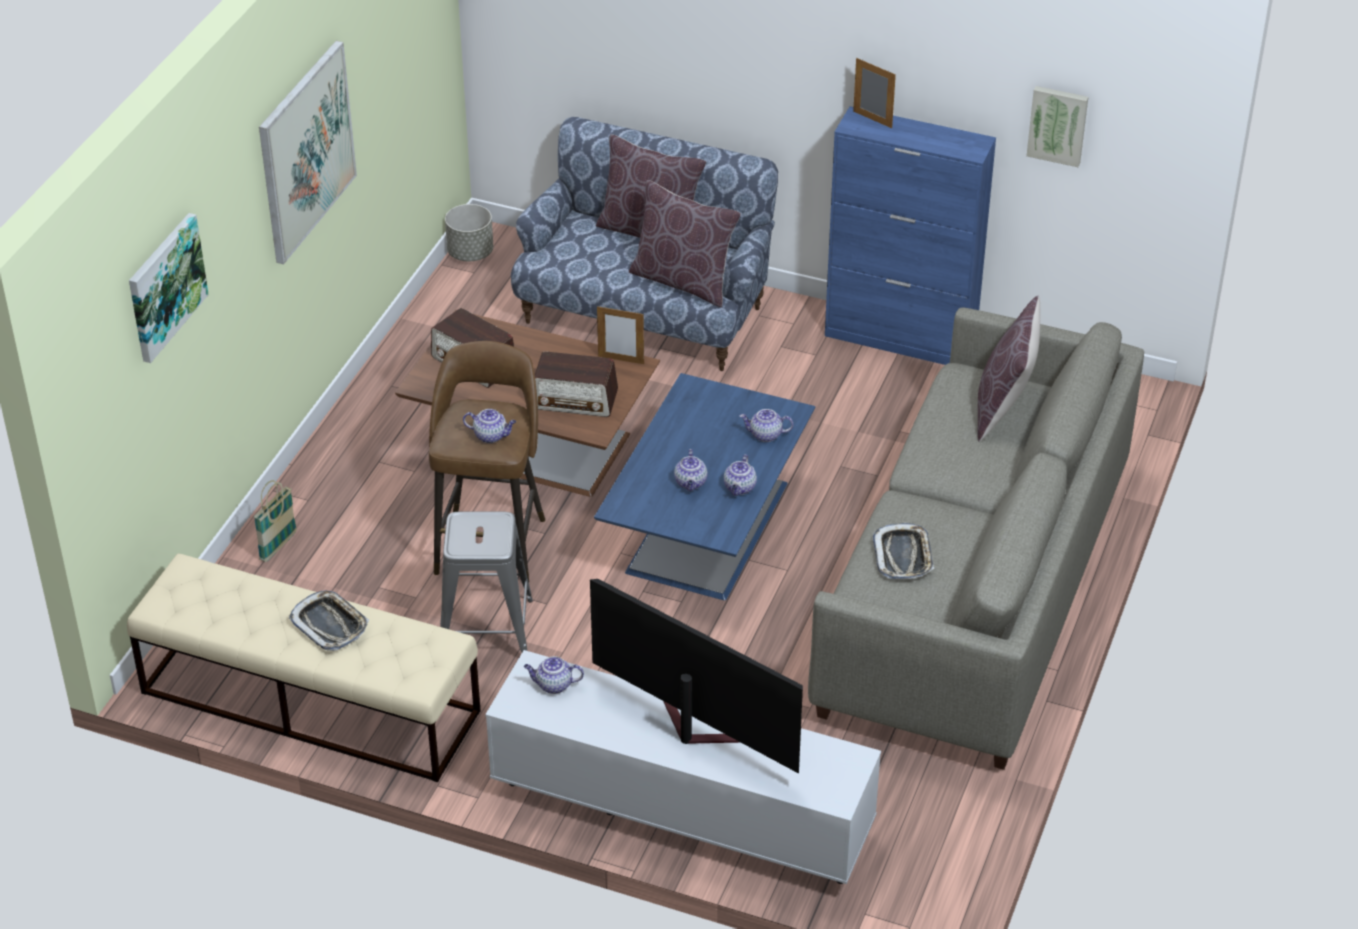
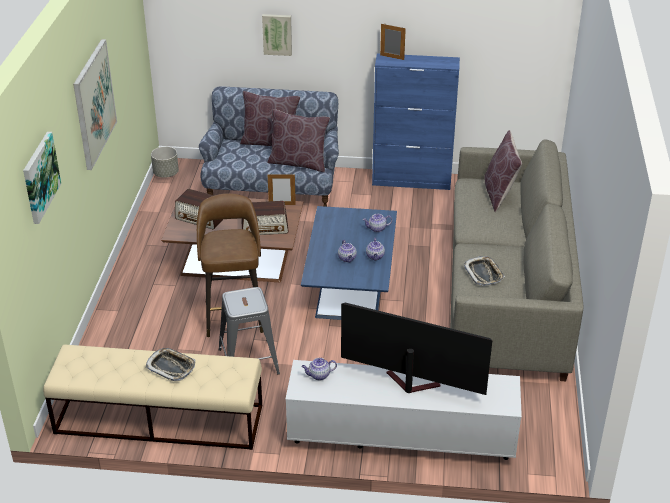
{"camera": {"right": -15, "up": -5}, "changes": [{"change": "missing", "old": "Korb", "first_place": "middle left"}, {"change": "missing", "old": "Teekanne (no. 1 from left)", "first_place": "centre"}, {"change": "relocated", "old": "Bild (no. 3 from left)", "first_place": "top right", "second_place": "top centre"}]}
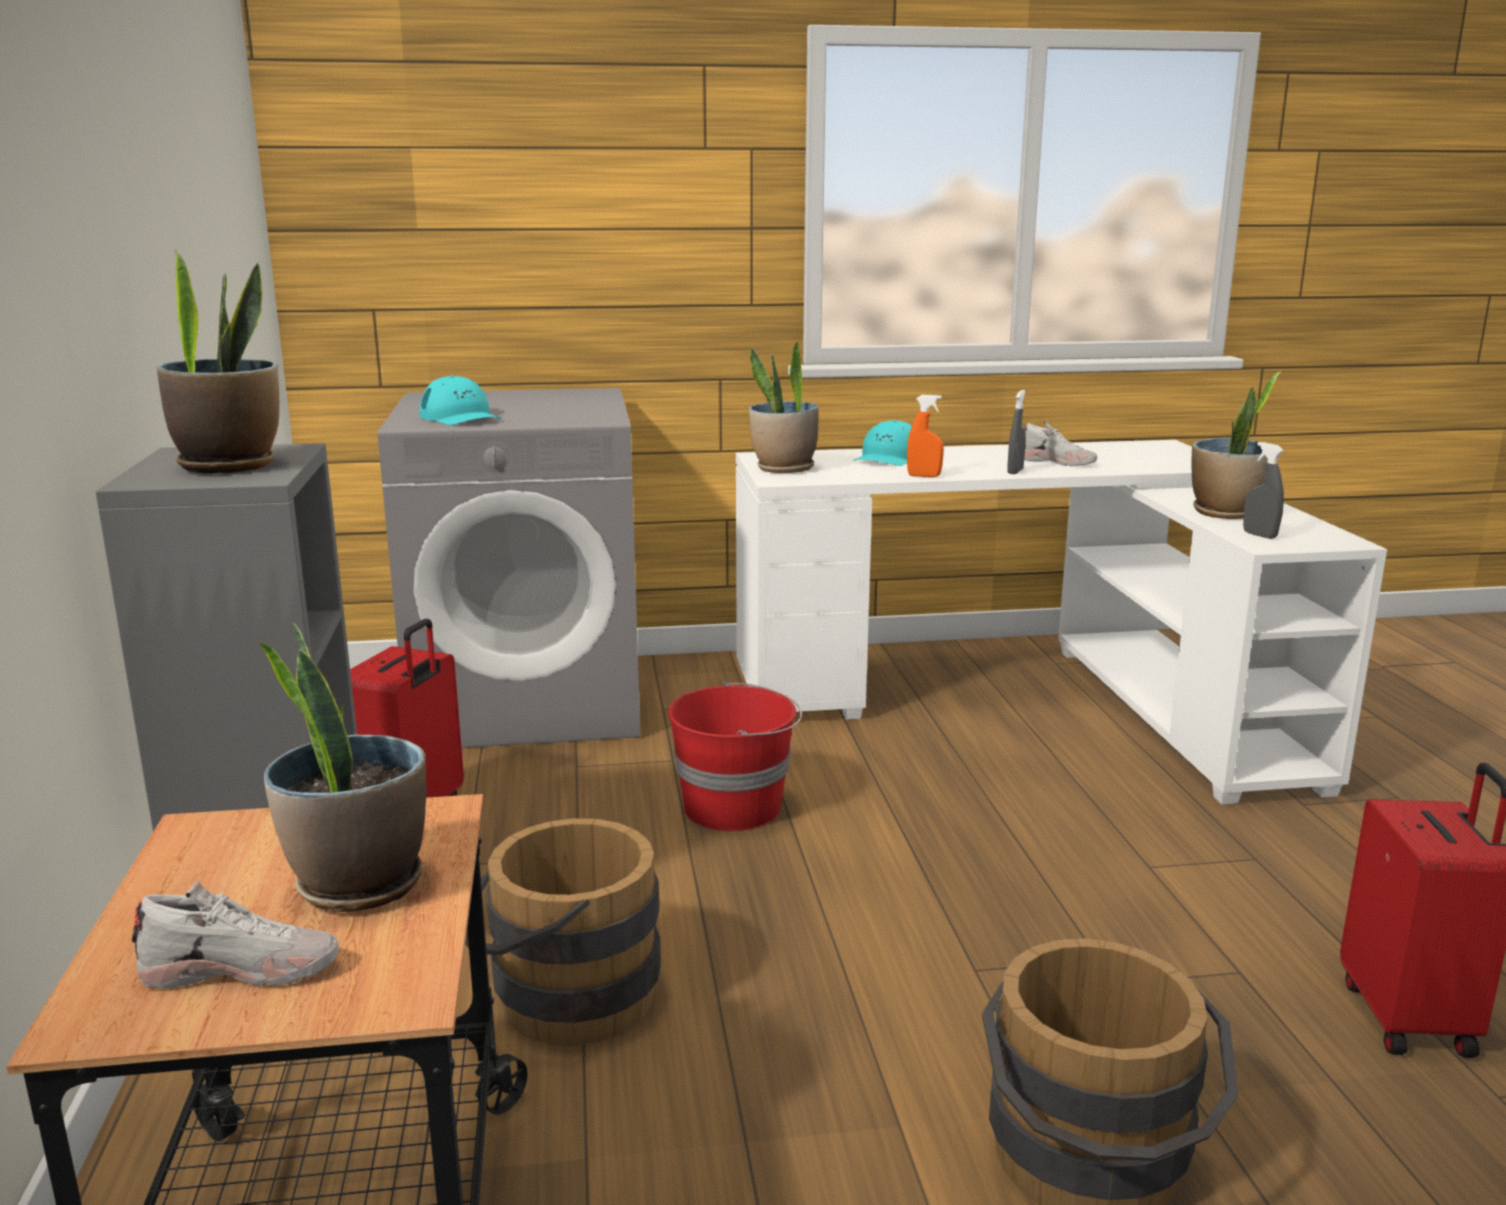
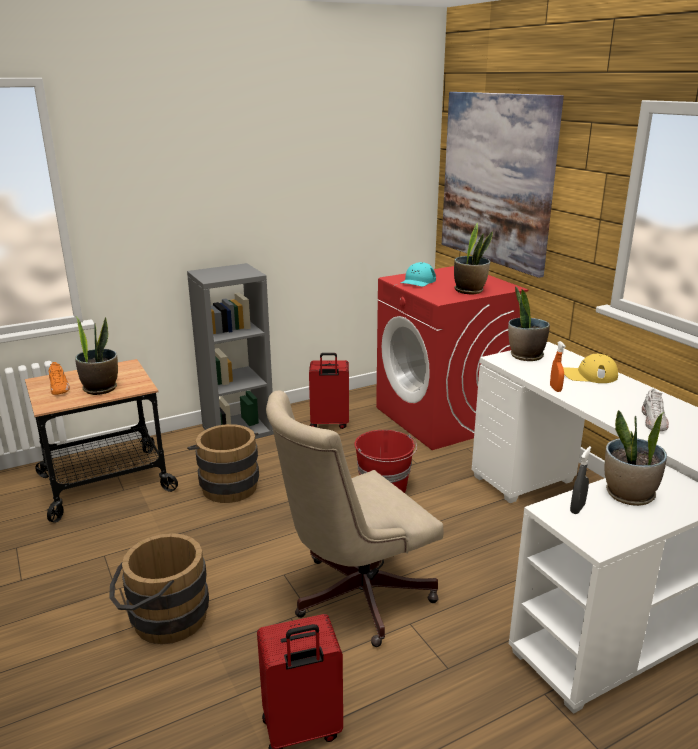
{"camera": {"right": 70, "up": 5}, "changes": [{"change": "colour", "old": "Schuh [weiß] (no. 1 from left)", "new": "Schuh [orange]", "first_place": "bottom left", "second_place": "middle left"}, {"change": "relocated", "old": "Topfpflanze (no. 1 from left in the first image)", "new": "Topfpflanze (no. 2 from left)", "first_place": "top left", "second_place": "middle right"}, {"change": "colour", "old": "Waschmaschine [grau]", "new": "Waschmaschine [rot]", "first_place": "centre", "second_place": "centre"}, {"change": "colour", "old": "Kappe [türkis] (no. 2 from left)", "new": "Kappe [gelb]", "first_place": "centre", "second_place": "middle right"}, {"change": "missing", "old": "Sprühflasche [grau] (no. 1 from left)", "first_place": "middle right"}, {"change": "appeared", "new": "Bürostuhl [beige]", "second_place": "bottom centre"}, {"change": "appeared", "new": "Bild", "second_place": "top right"}]}
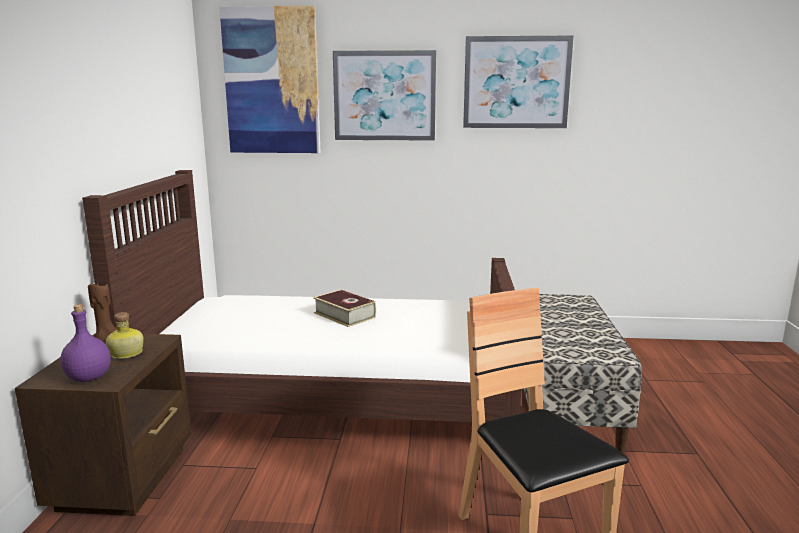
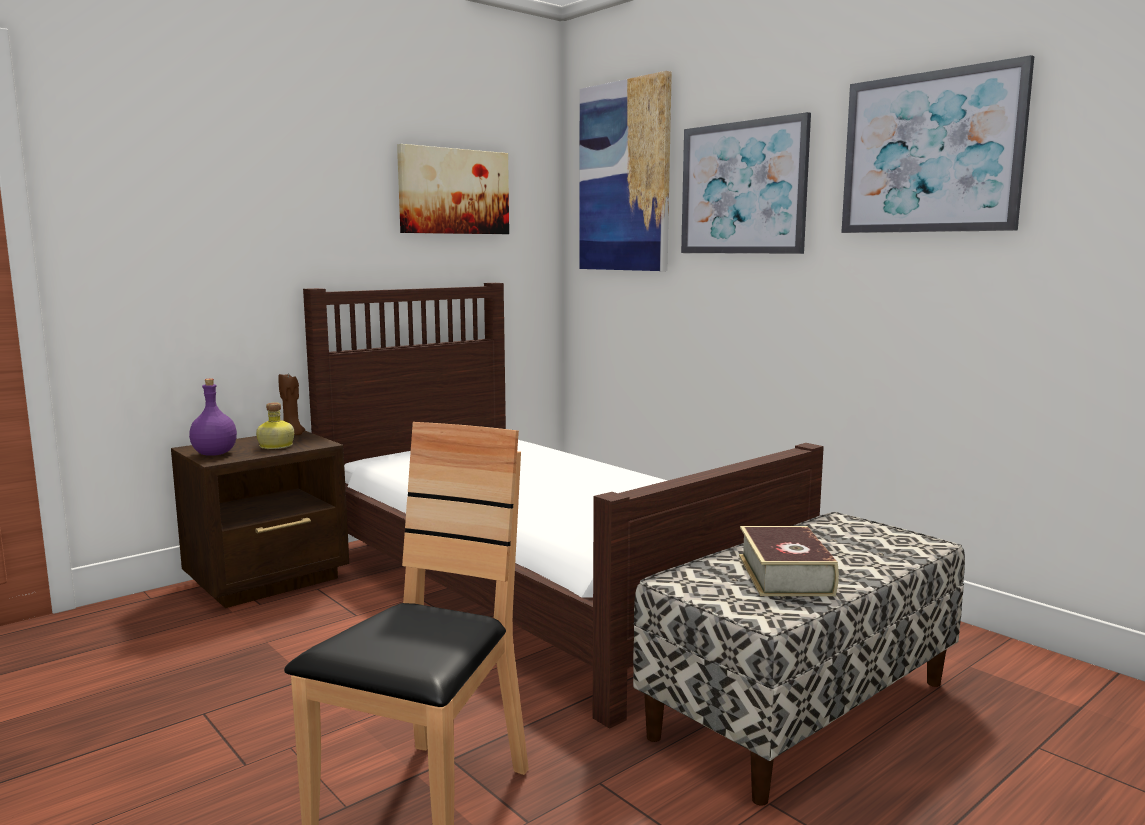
{"camera": {"right": 45, "up": -5}, "changes": [{"change": "relocated", "old": "Buch", "first_place": "centre", "second_place": "bottom right"}, {"change": "appeared", "new": "Bild (no. 1 from left)", "second_place": "top centre"}]}
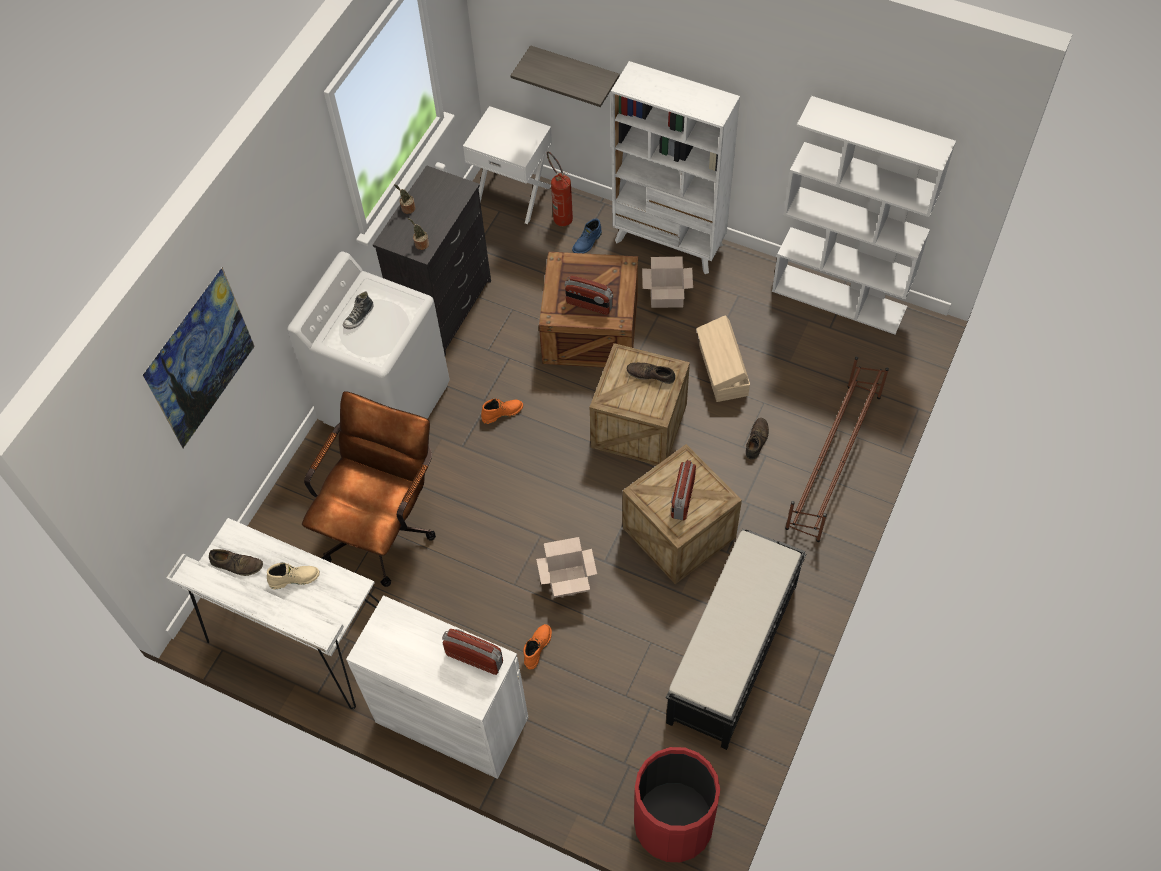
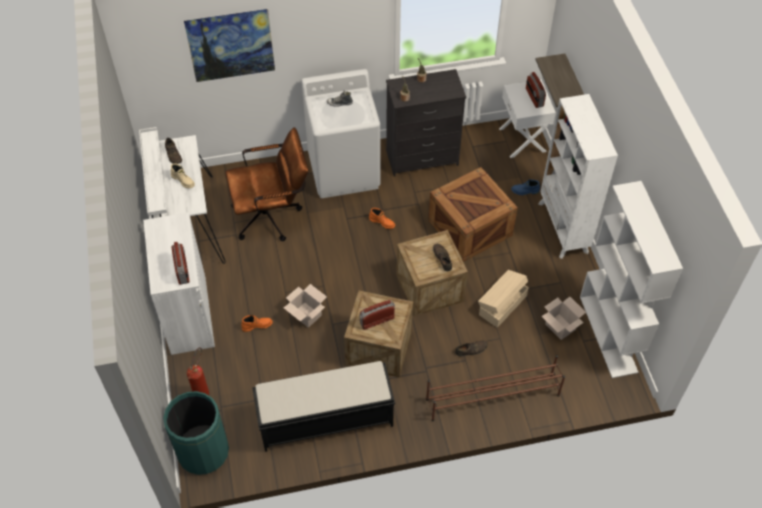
{"camera": {"right": 50, "up": -5}, "changes": [{"change": "relocated", "old": "Feuerlöscher", "first_place": "top centre", "second_place": "bottom left"}, {"change": "relocated", "old": "Radio (no. 2 from left in the first image)", "new": "Radio (no. 3 from left)", "first_place": "centre", "second_place": "top right"}, {"change": "colour", "old": "Mülleimer [rot]", "new": "Mülleimer [grün]", "first_place": "bottom centre", "second_place": "bottom left"}, {"change": "relocated", "old": "Karton (no. 2 from left)", "first_place": "top centre", "second_place": "middle right"}]}
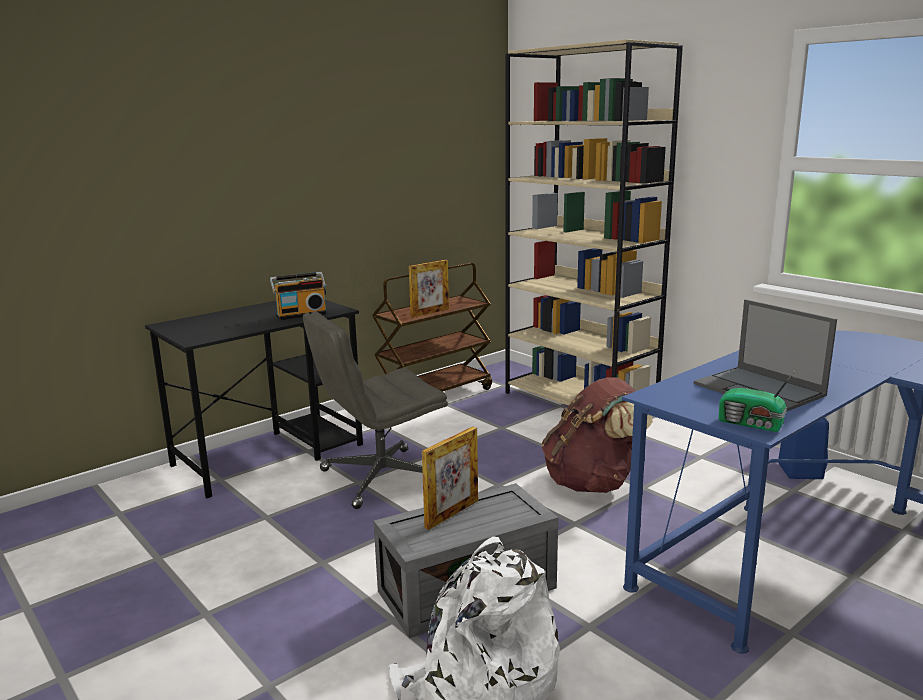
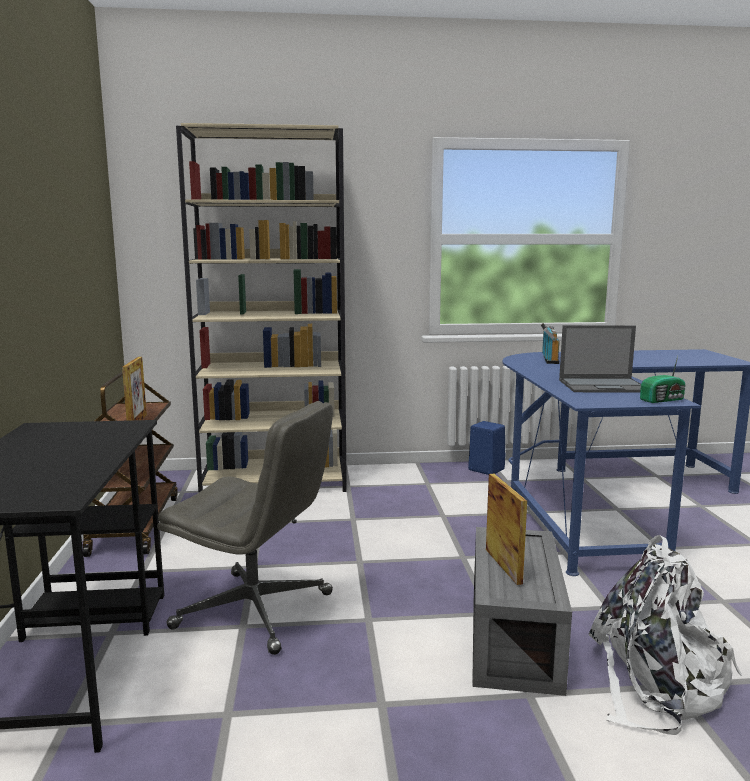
{"camera": {"right": -55, "up": -5}, "changes": [{"change": "relocated", "old": "Radio (no. 1 from left)", "first_place": "middle left", "second_place": "middle right"}, {"change": "spun", "old": "Bürostuhl [grau]", "first_place": "centre", "second_place": "bottom left", "degrees": -75}, {"change": "missing", "old": "Rucksack [braun]", "first_place": "centre"}]}
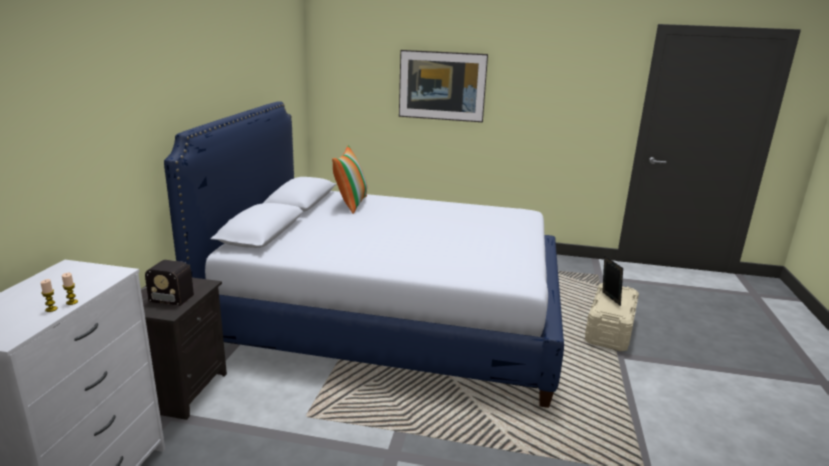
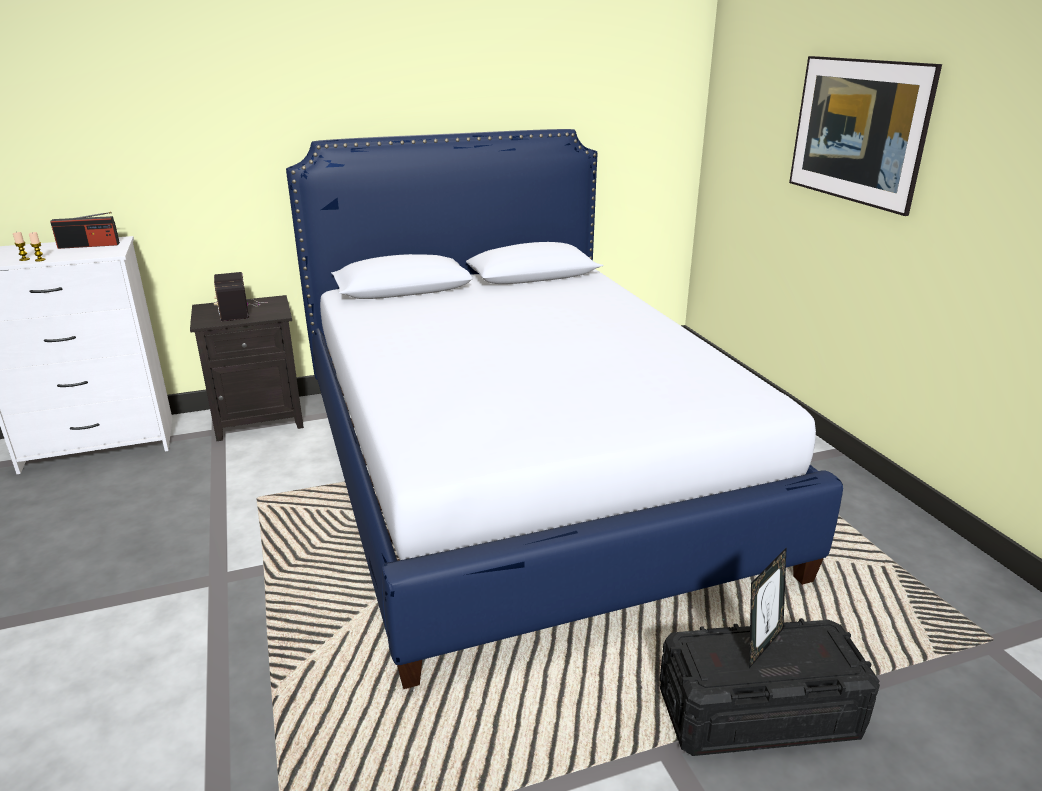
{"camera": {"right": 60, "up": 5}, "changes": [{"change": "missing", "old": "Kissen", "first_place": "centre"}, {"change": "colour", "old": "Aufbewahrungsbox [beige]", "new": "Aufbewahrungsbox [schwarz]", "first_place": "bottom right", "second_place": "bottom right"}, {"change": "appeared", "new": "Radio (no. 1 from left)", "second_place": "top left"}]}
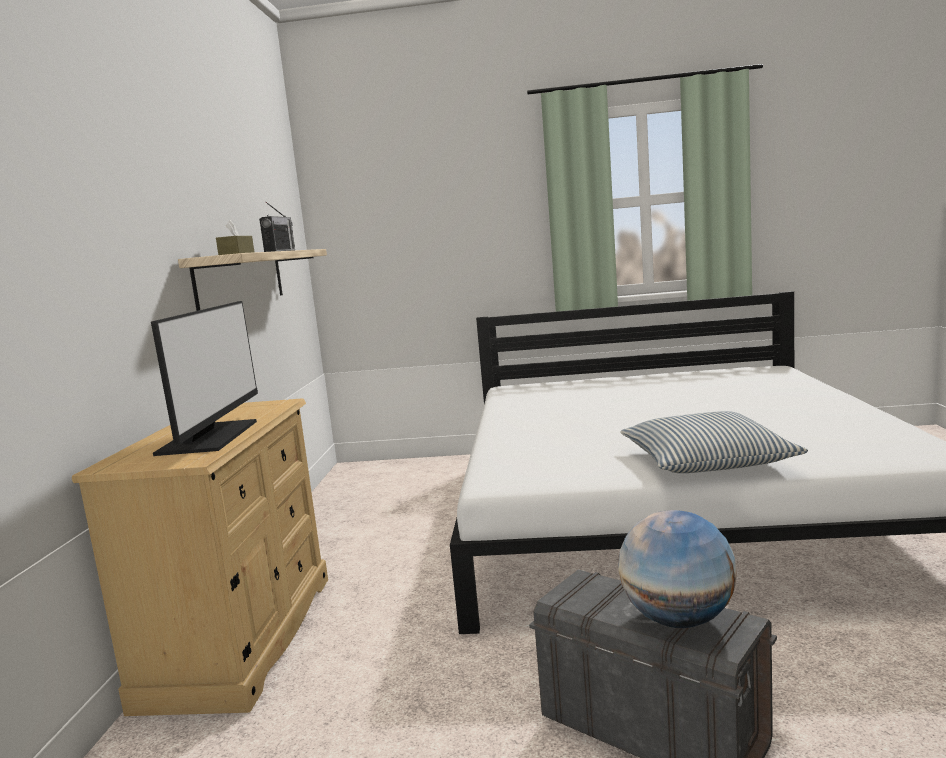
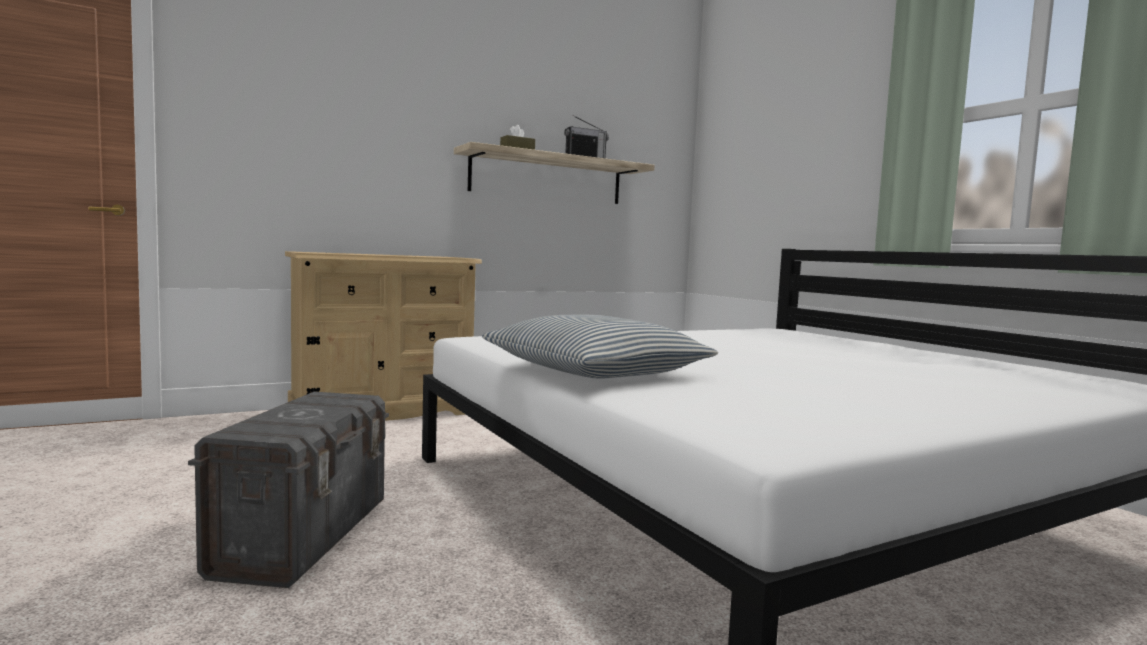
{"camera": {"right": 55, "up": -5}, "changes": [{"change": "missing", "old": "Monitor", "first_place": "middle left"}, {"change": "missing", "old": "Globus", "first_place": "bottom right"}]}
